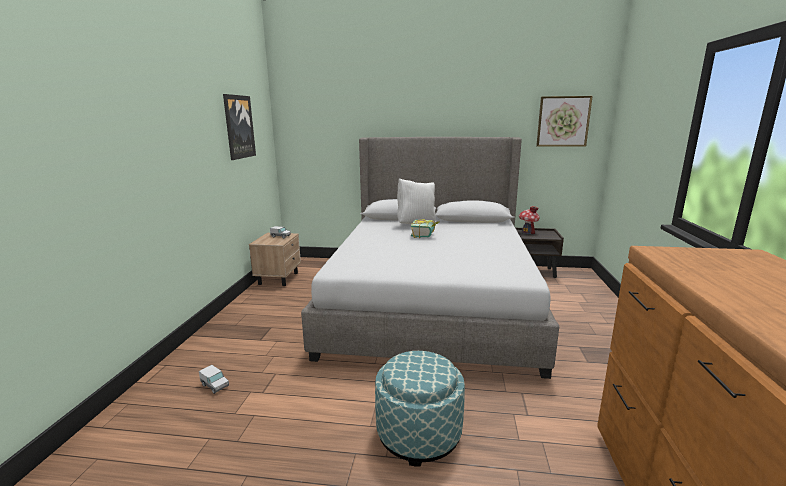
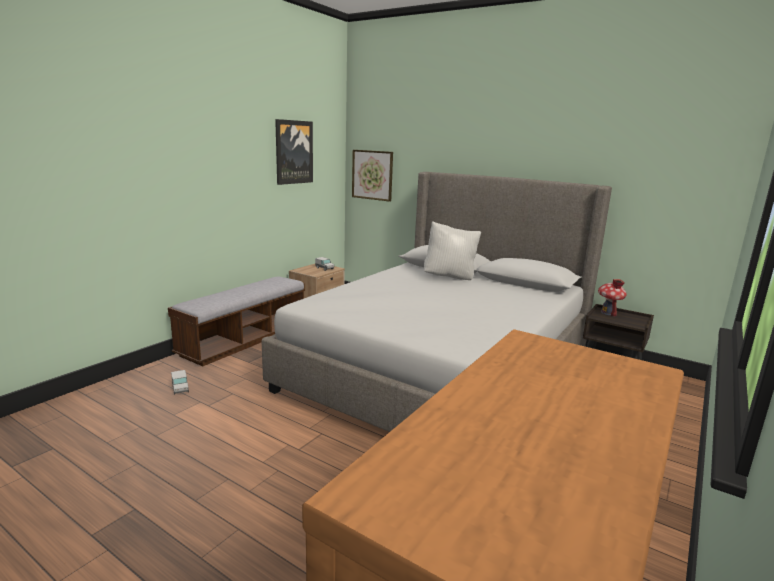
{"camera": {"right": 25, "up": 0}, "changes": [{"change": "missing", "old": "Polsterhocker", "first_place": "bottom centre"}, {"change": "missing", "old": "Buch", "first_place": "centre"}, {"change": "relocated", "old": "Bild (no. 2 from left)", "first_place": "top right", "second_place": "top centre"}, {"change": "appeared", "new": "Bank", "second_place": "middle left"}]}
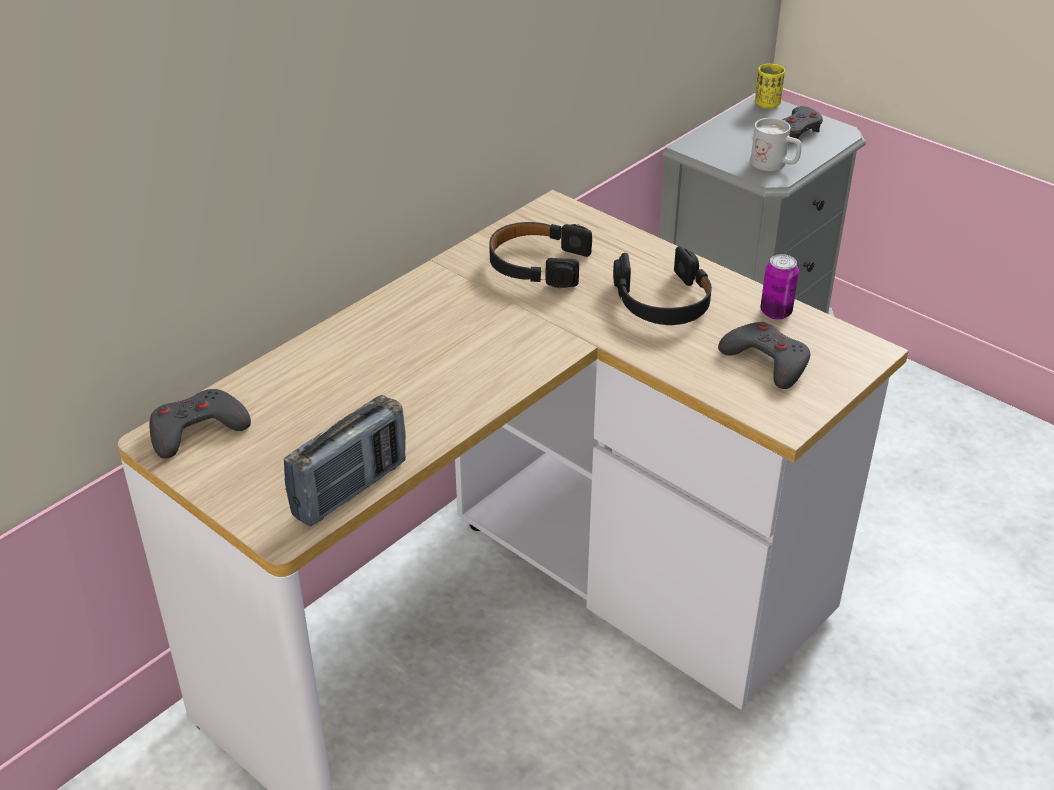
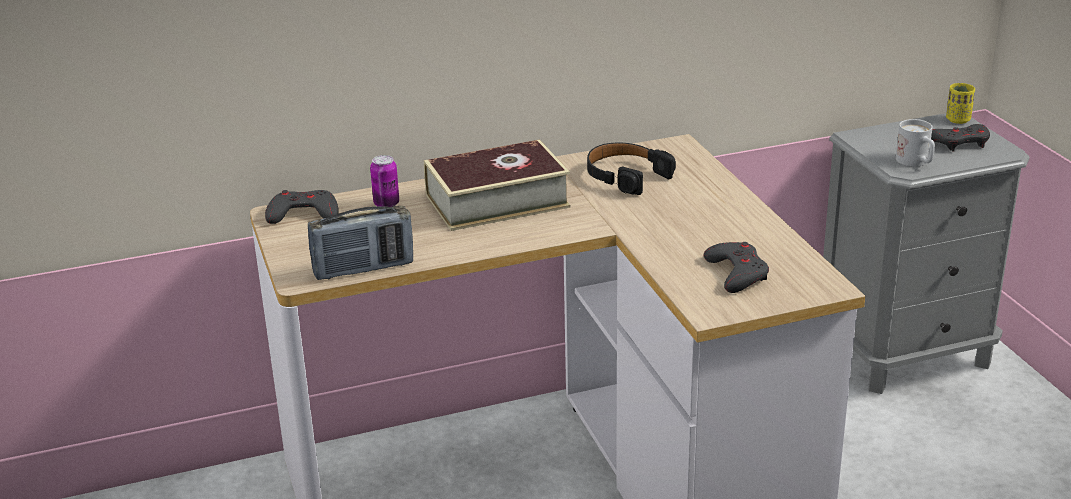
{"camera": {"right": 30, "up": -10}, "changes": [{"change": "missing", "old": "Kopfhörer [schwarz] (no. 2 from left)", "first_place": "centre"}, {"change": "relocated", "old": "Dose", "first_place": "middle right", "second_place": "centre"}, {"change": "appeared", "new": "Buch", "second_place": "centre"}]}
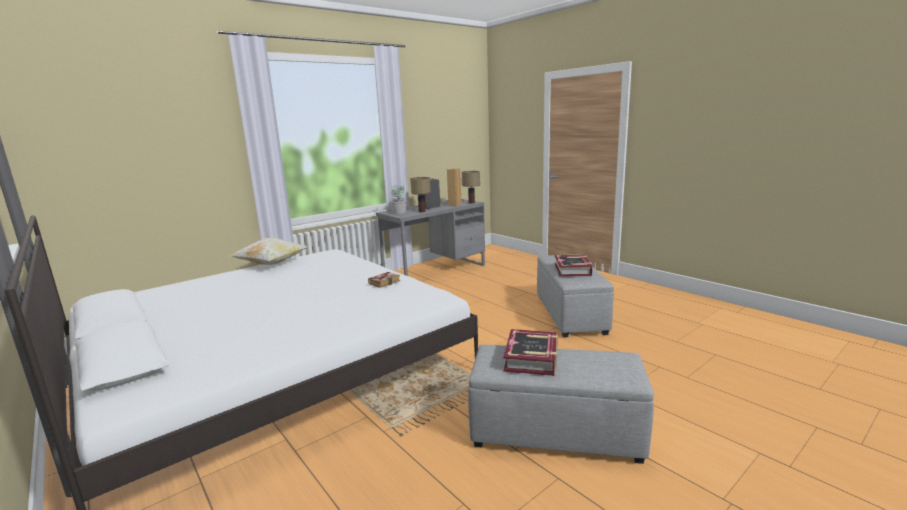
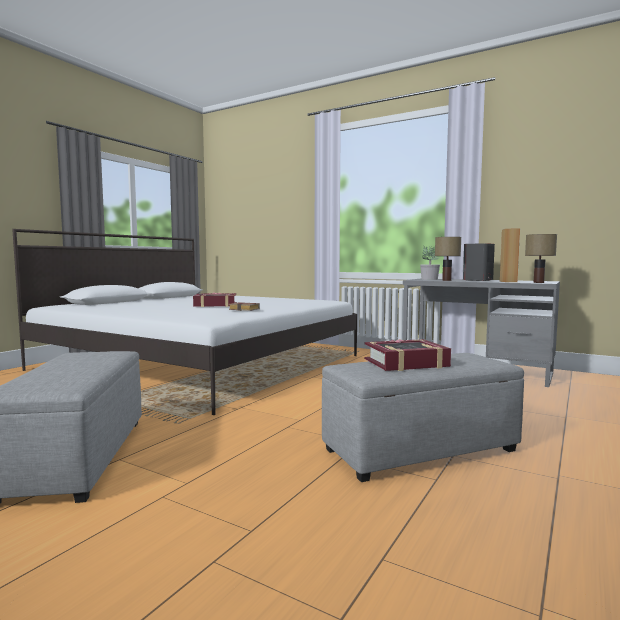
{"camera": {"right": 70, "up": -10}, "changes": [{"change": "missing", "old": "Kissen", "first_place": "middle left"}, {"change": "relocated", "old": "Buch (no. 2 from left in the first image)", "new": "Buch (no. 1 from left)", "first_place": "bottom centre", "second_place": "centre"}]}
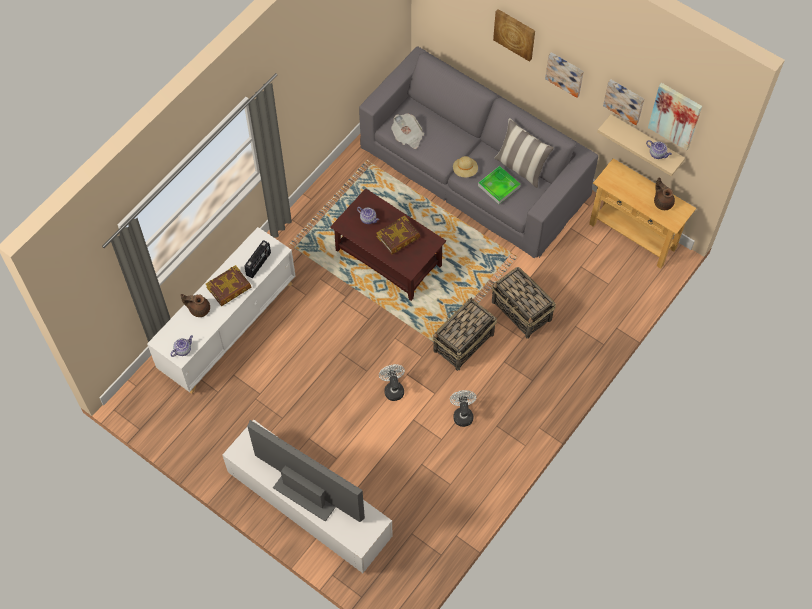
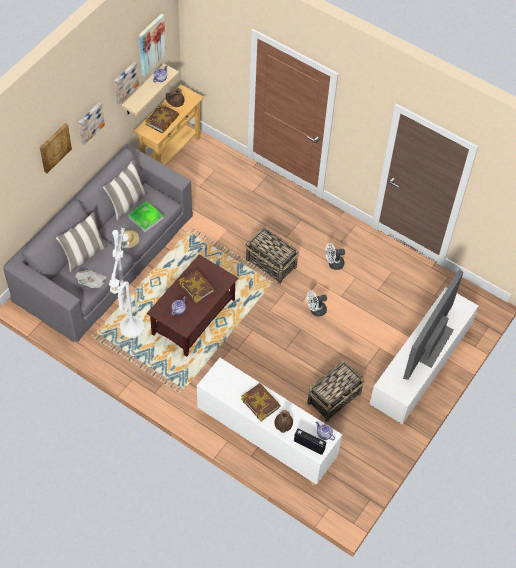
{"camera": {"right": -95, "up": -5}, "changes": [{"change": "relocated", "old": "Radio", "first_place": "middle left", "second_place": "bottom centre"}, {"change": "relocated", "old": "Korb (no. 2 from left)", "first_place": "centre", "second_place": "bottom centre"}, {"change": "appeared", "new": "Kissen (no. 1 from left)", "second_place": "middle left"}, {"change": "appeared", "new": "Stehlampe [weiß]", "second_place": "middle left"}, {"change": "appeared", "new": "Buch (no. 1 from left)", "second_place": "top left"}]}
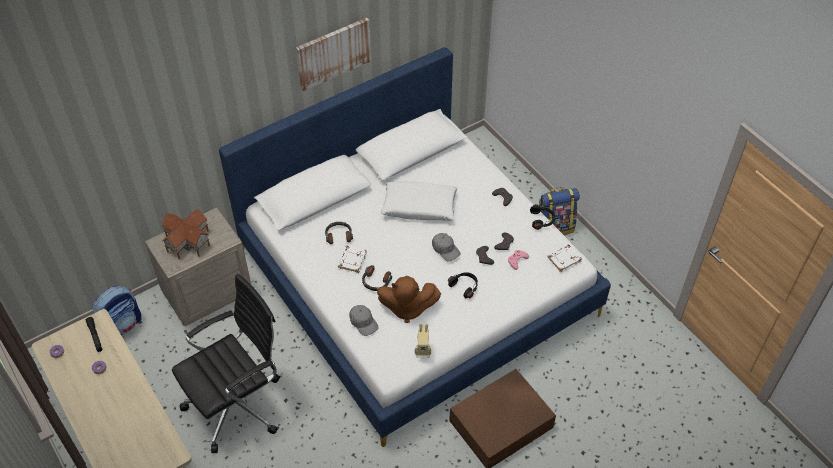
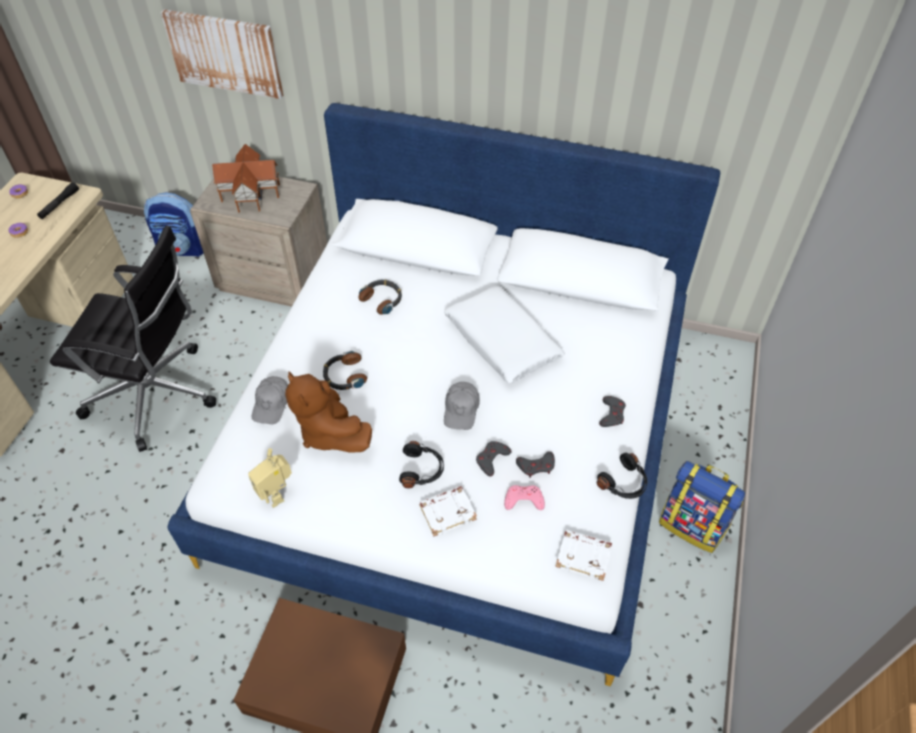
{"camera": {"right": 50, "up": 0}, "changes": [{"change": "relocated", "old": "Bild", "first_place": "top centre", "second_place": "top left"}, {"change": "relocated", "old": "Buch [weiß] (no. 1 from left)", "first_place": "centre", "second_place": "bottom centre"}]}
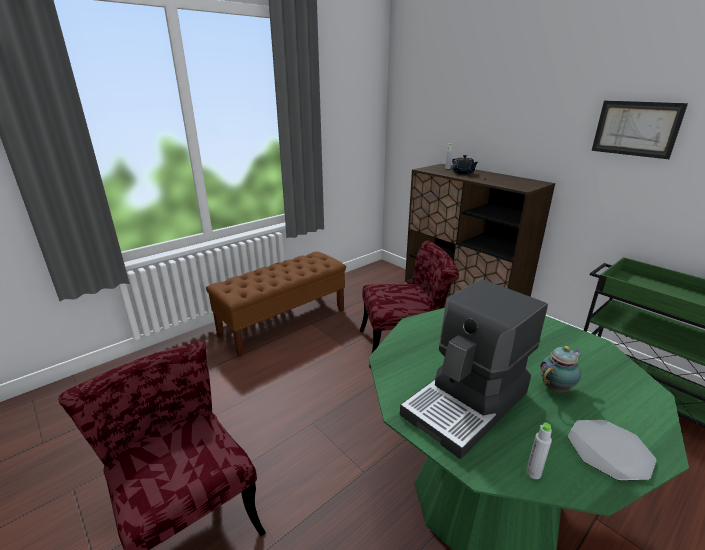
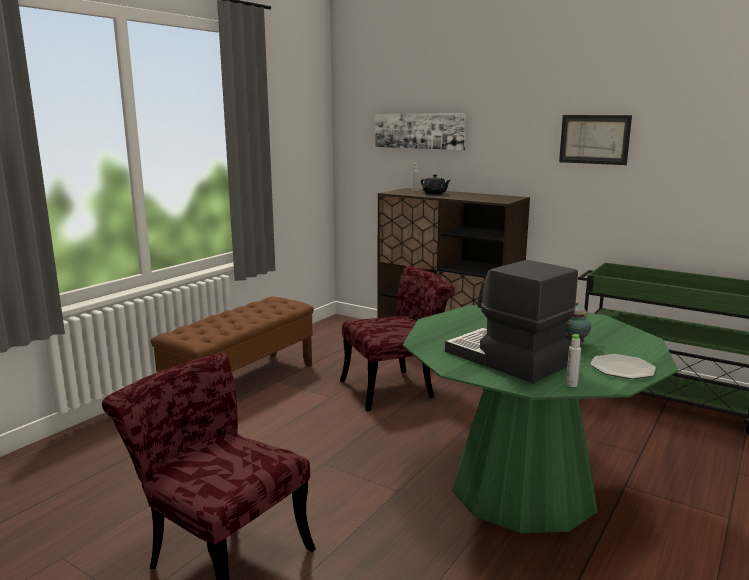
{"camera": {"right": -15, "up": -10}, "changes": [{"change": "spun", "old": "Kaffeemaschine", "first_place": "bottom right", "second_place": "middle right", "degrees": 105}, {"change": "appeared", "new": "Bild (no. 1 from left)", "second_place": "top centre"}]}
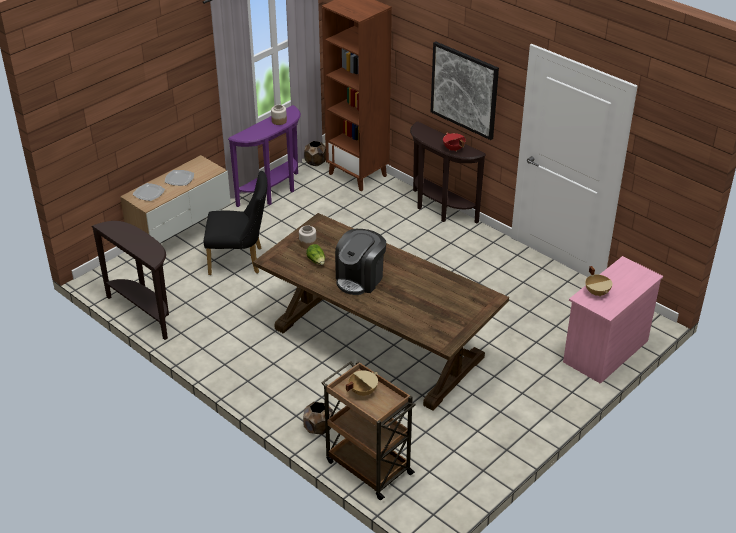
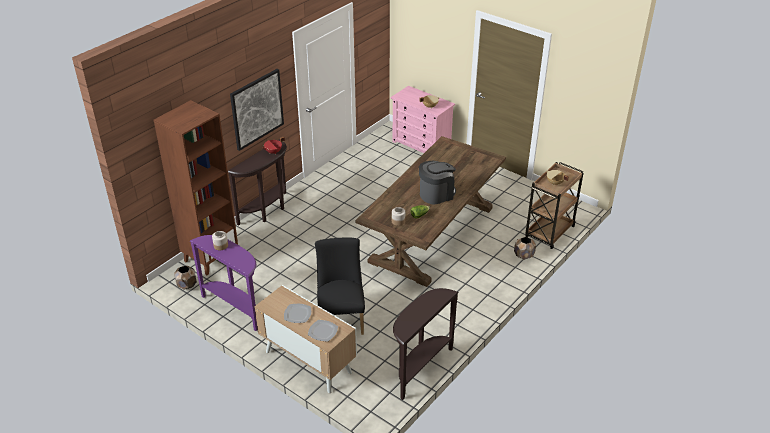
{"camera": {"right": -95, "up": 0}, "changes": [{"change": "spun", "old": "Kaffeemaschine", "first_place": "centre", "second_place": "centre", "degrees": -60}]}
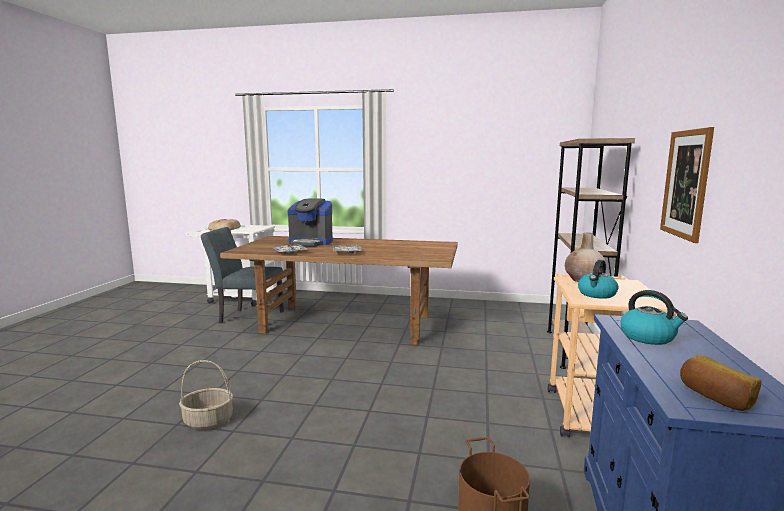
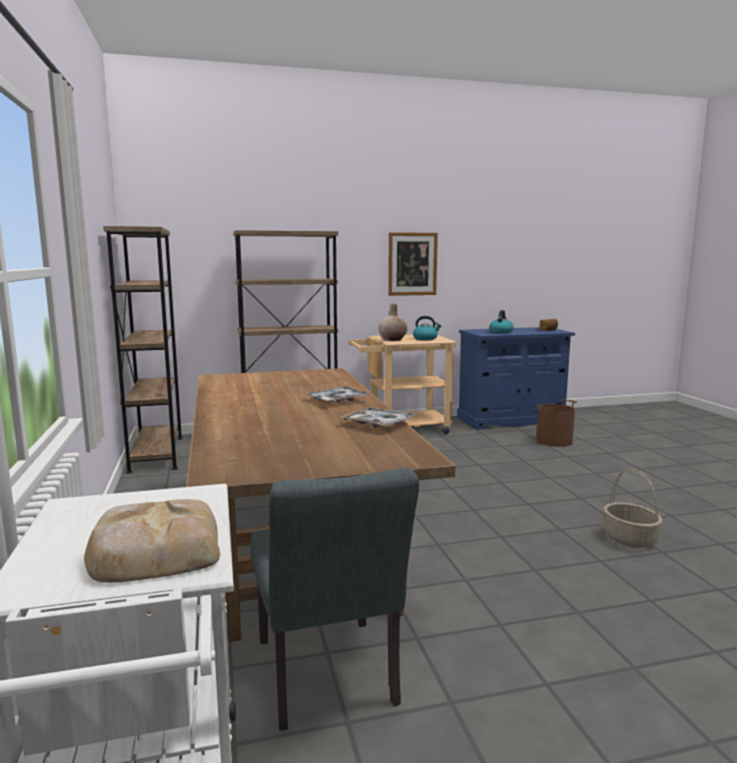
{"camera": {"right": -115, "up": 0}, "changes": [{"change": "missing", "old": "Kaffeemaschine", "first_place": "centre"}, {"change": "appeared", "new": "Bücherregal [braun] (no. 1 from left)", "second_place": "middle left"}]}
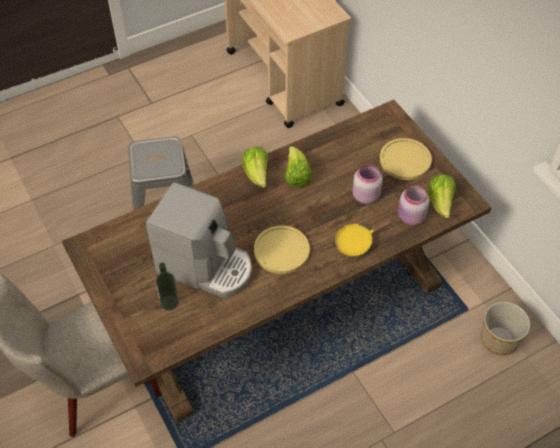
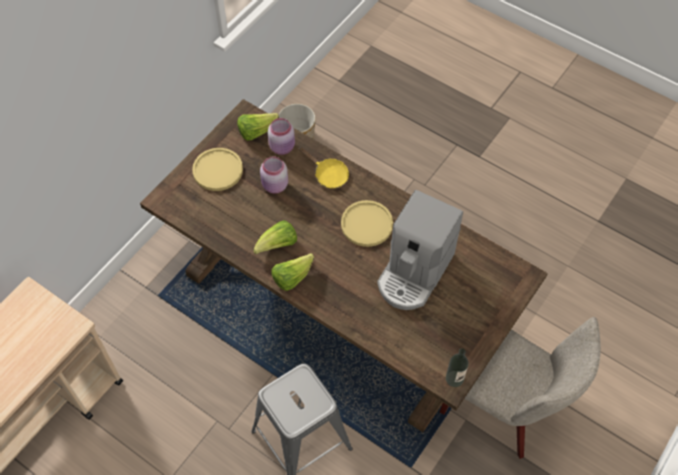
{"camera": {"right": -115, "up": 5}, "changes": [{"change": "spun", "old": "Kaffeemaschine", "first_place": "centre", "second_place": "centre", "degrees": -150}, {"change": "relocated", "old": "Flasche", "first_place": "middle left", "second_place": "bottom right"}]}
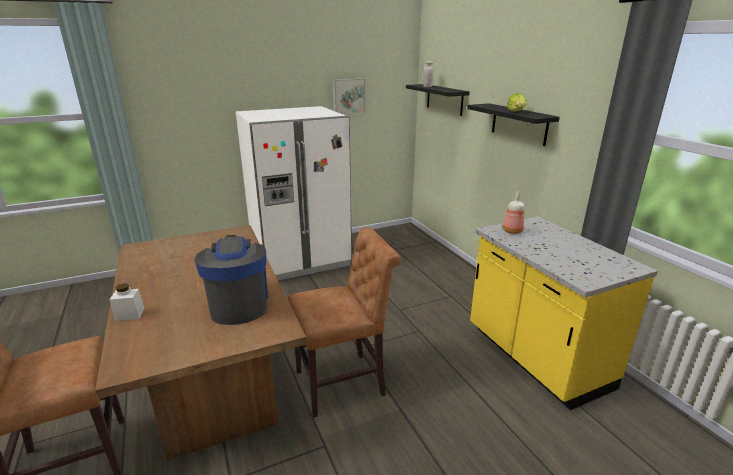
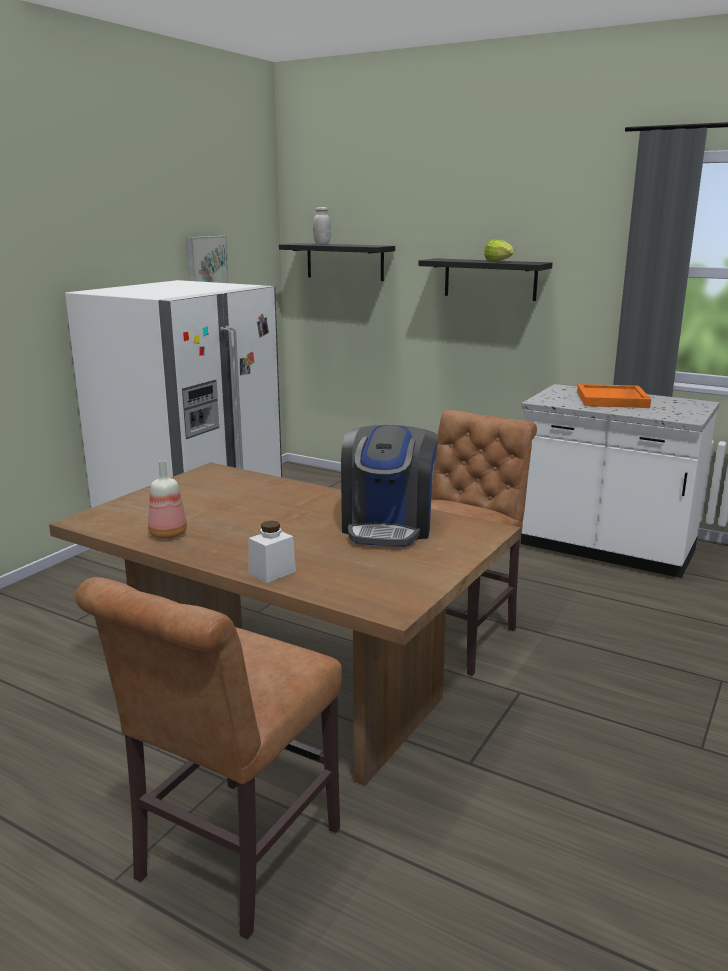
{"camera": {"right": -35, "up": -5}, "changes": [{"change": "spun", "old": "Kaffeemaschine", "first_place": "middle left", "second_place": "centre", "degrees": -120}, {"change": "colour", "old": "Küchenzeile [gelb]", "new": "Küchenzeile [weiß]", "first_place": "middle right", "second_place": "middle right"}, {"change": "relocated", "old": "Flasche", "first_place": "middle right", "second_place": "middle left"}, {"change": "appeared", "new": "Tablett [orange]", "second_place": "middle right"}]}
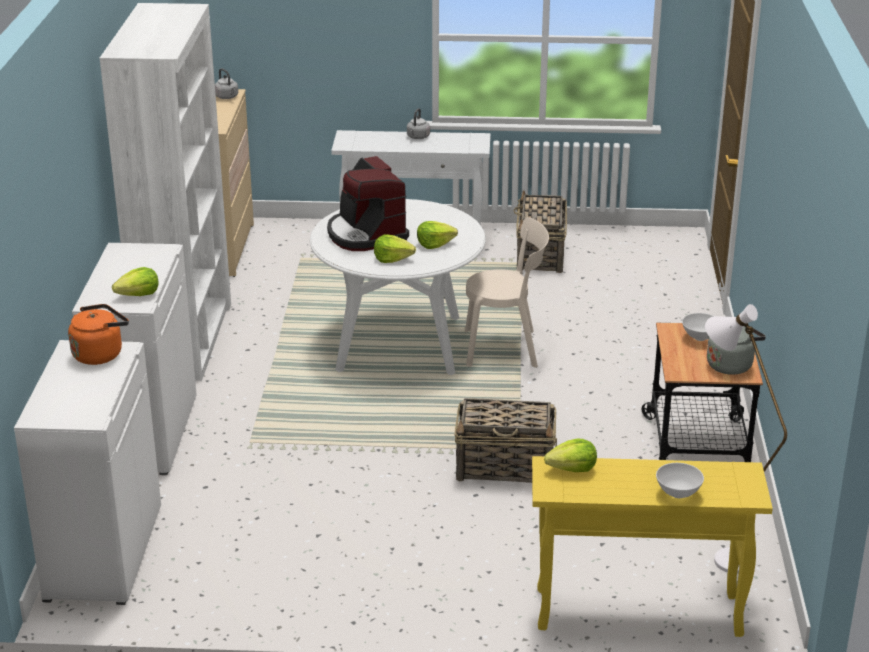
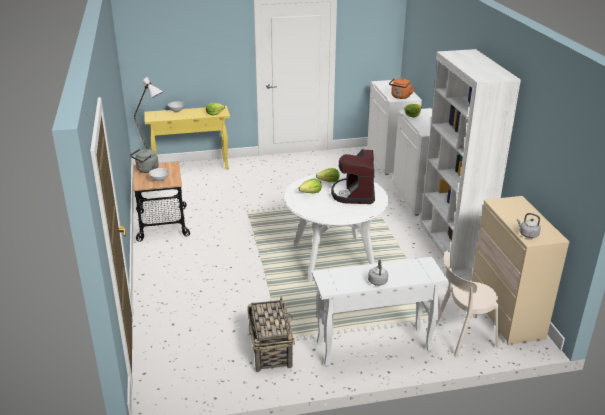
{"camera": {"right": 165, "up": 0}, "changes": [{"change": "spun", "old": "Kaffeemaschine", "first_place": "top centre", "second_place": "centre", "degrees": -135}, {"change": "missing", "old": "Korb (no. 1 from left)", "first_place": "bottom centre"}, {"change": "relocated", "old": "Stuhl [beige]", "first_place": "centre", "second_place": "bottom right"}]}
